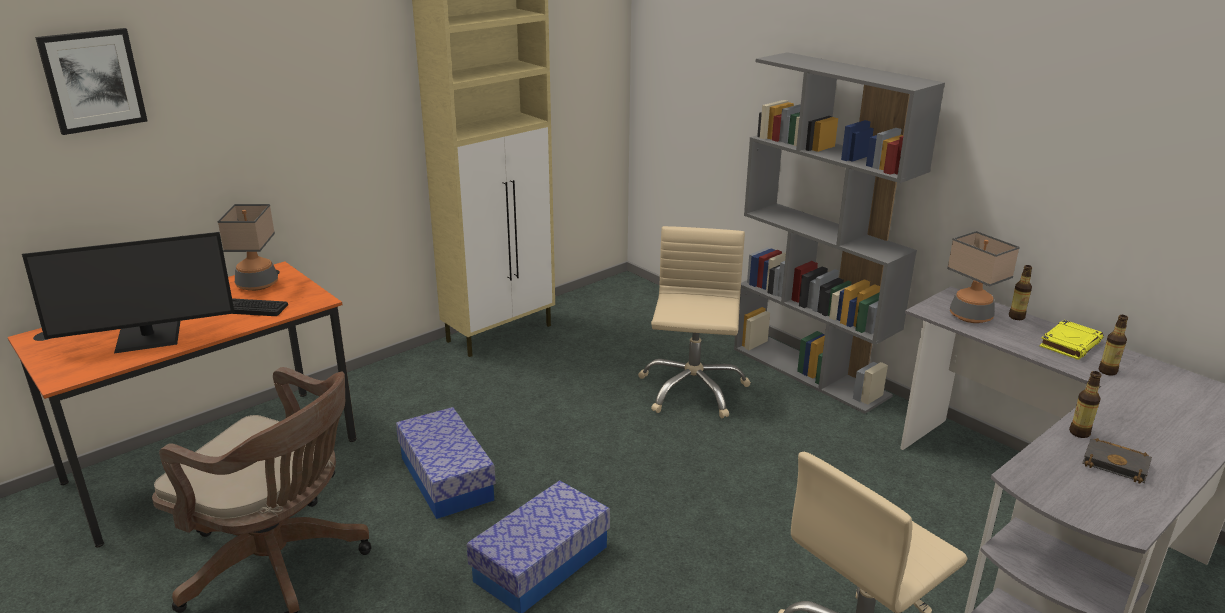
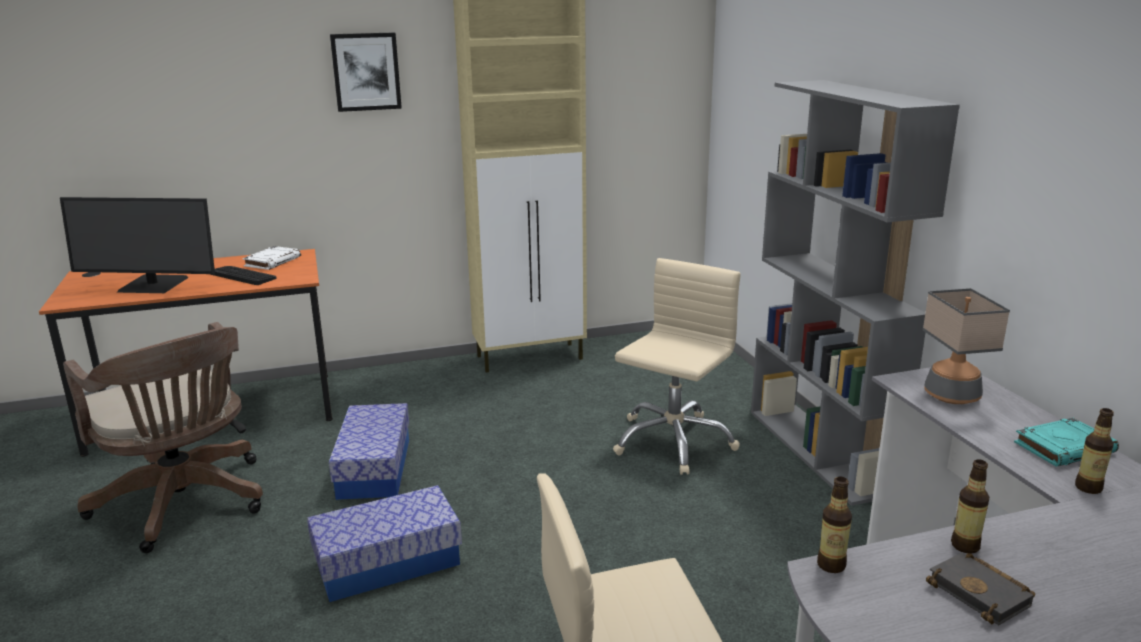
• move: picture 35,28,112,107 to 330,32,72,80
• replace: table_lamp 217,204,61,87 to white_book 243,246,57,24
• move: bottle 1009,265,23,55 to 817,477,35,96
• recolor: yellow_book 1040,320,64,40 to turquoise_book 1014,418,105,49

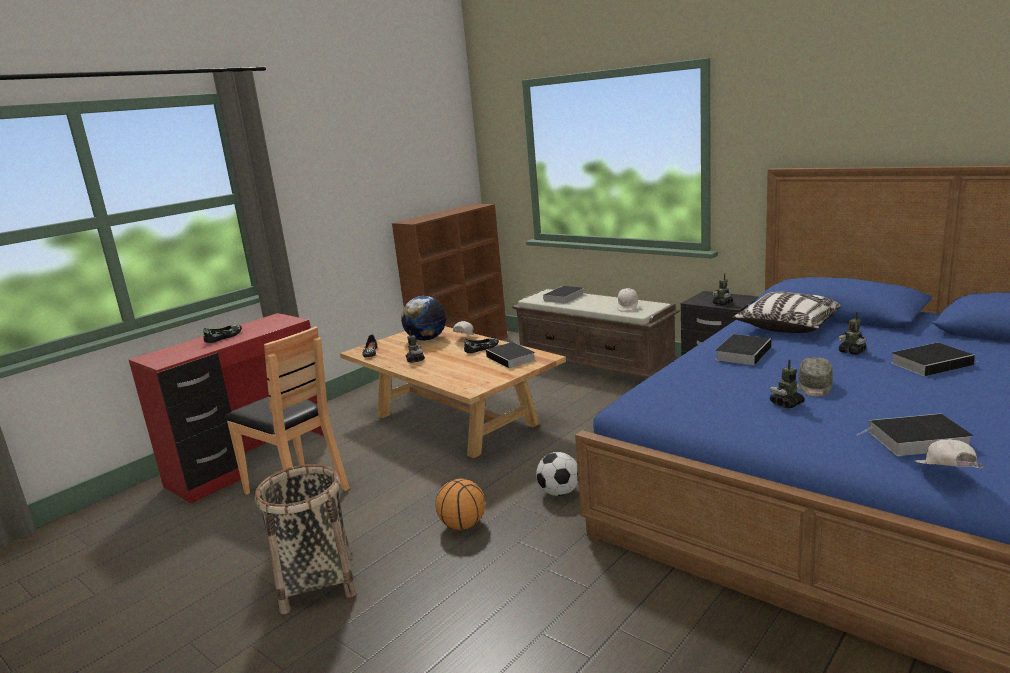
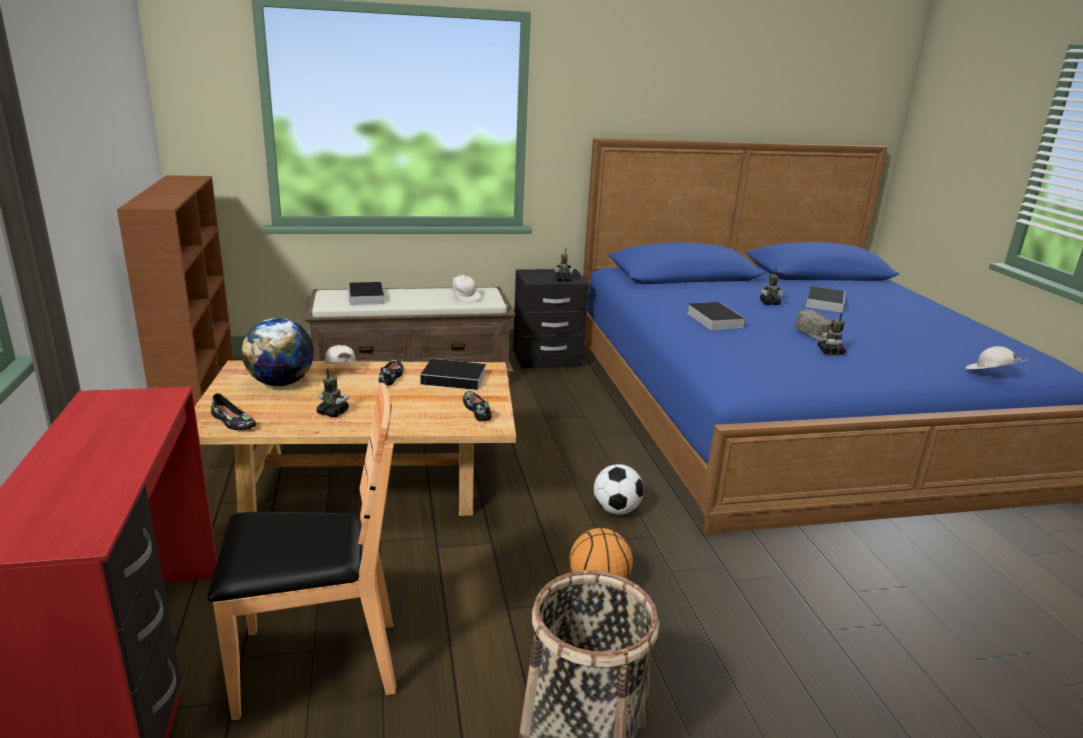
• delete: pillow 733,292,107,41
• move: black_shoe 203,325,39,18 to 463,391,29,30
• delete: book 856,413,117,43

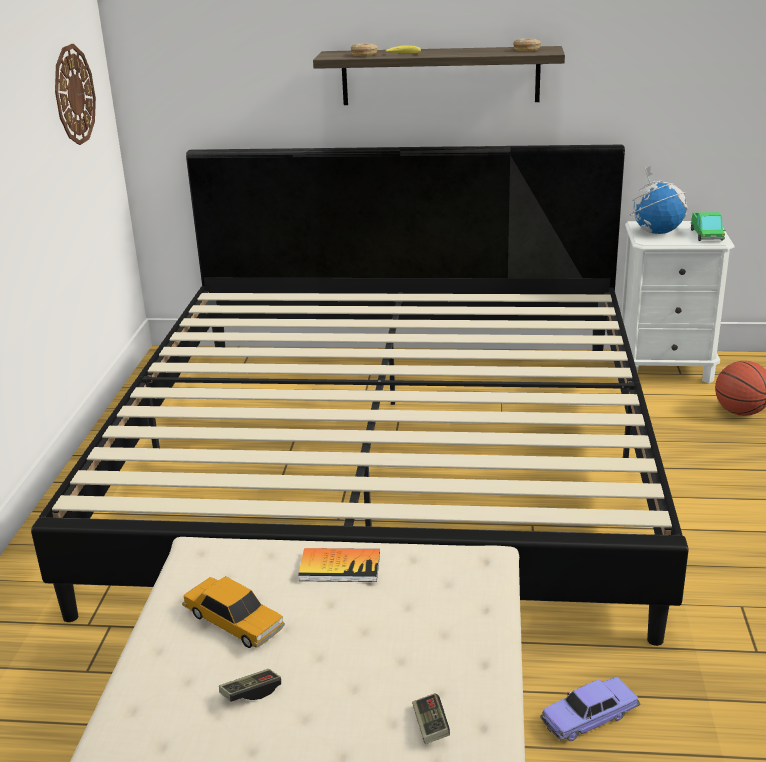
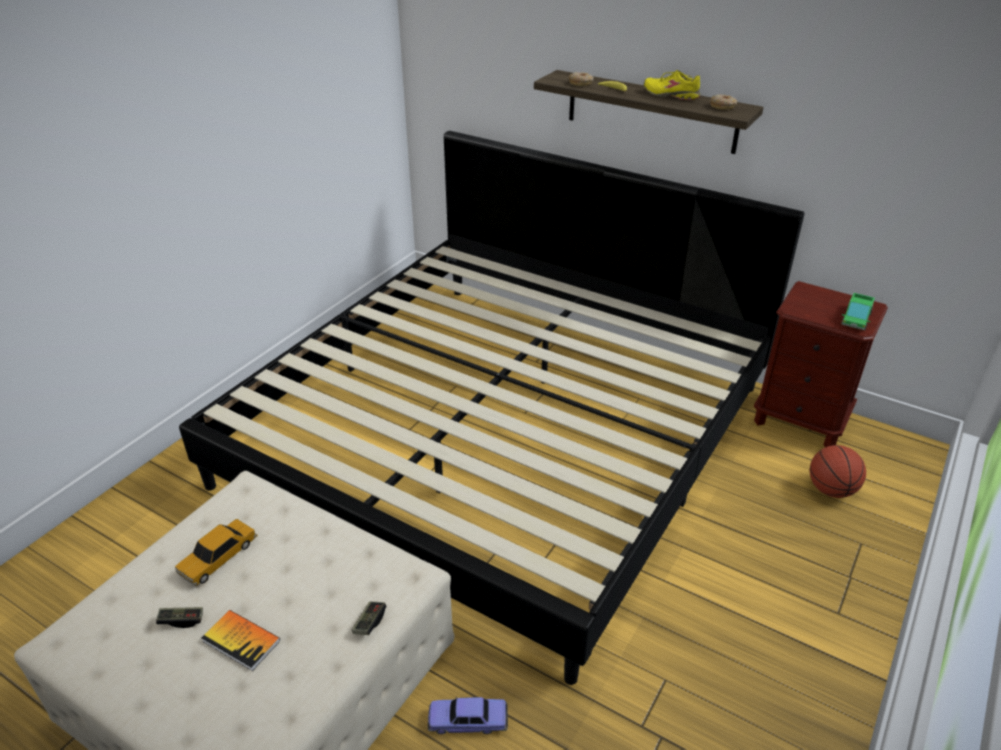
• delete: wall_clock 55,44,41,101
• delete: globe 630,166,57,69
• recolor: white_nightstand 621,221,114,162 to brown_nightstand 754,281,134,166
• move: book 298,548,82,34 to 202,610,78,61
• rotate: toy_car 182,576,103,72 = 175,519,83,67 60 degrees clockwise
• move: game_controller 412,693,38,51 to 352,602,34,33
• insert: yellow_shoe 644,70,56,30

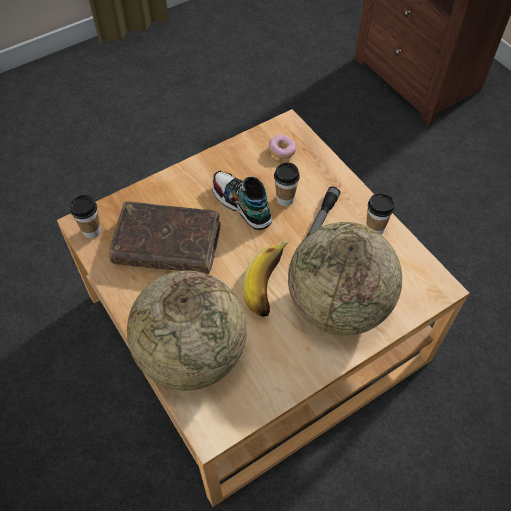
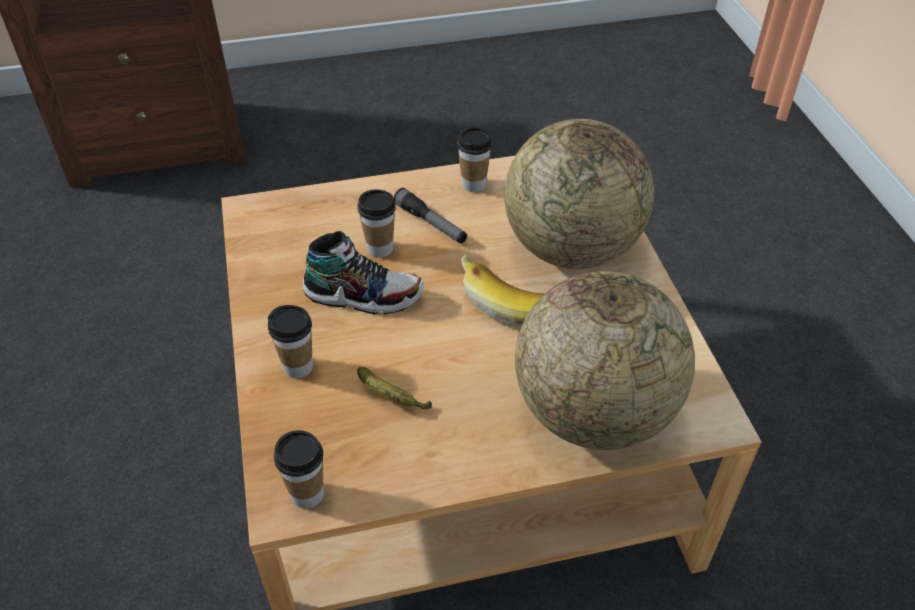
• delete: donut 269,135,27,24
• rotate: shoe 212,170,60,60 = 303,231,121,84 150 degrees counterclockwise
• replace: brown_book 109,202,112,72 to banana 357,367,75,42
• insert: cup 268,305,45,73

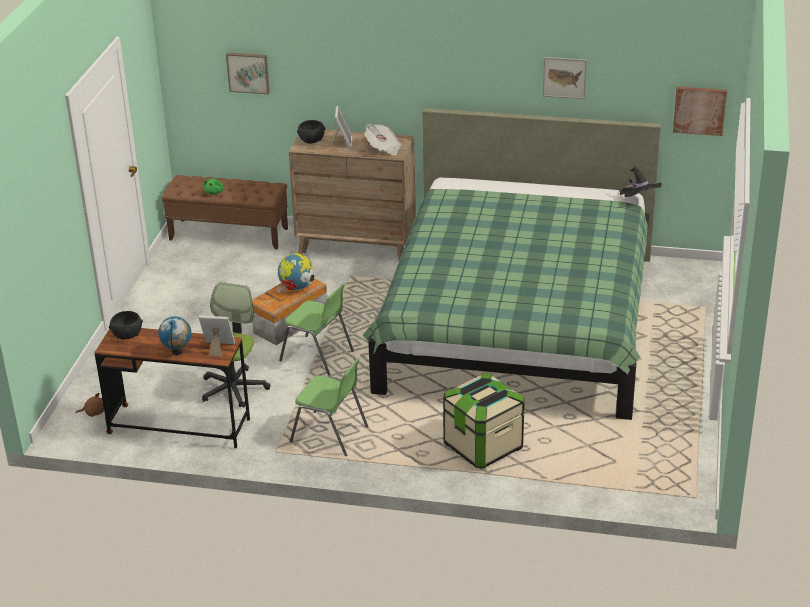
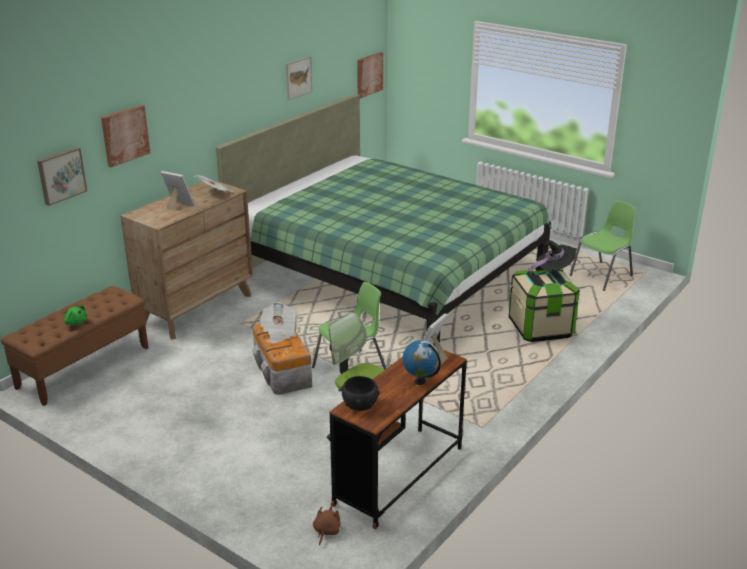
• delete: black_bowl 297,120,29,23
• move: black_hat 619,167,43,30 to 528,240,49,34
• replace: globe 278,253,36,37 to newspaper 260,302,38,41
• move: green_chair 290,358,79,98 to 570,201,66,90
• insert: picture 101,105,50,62

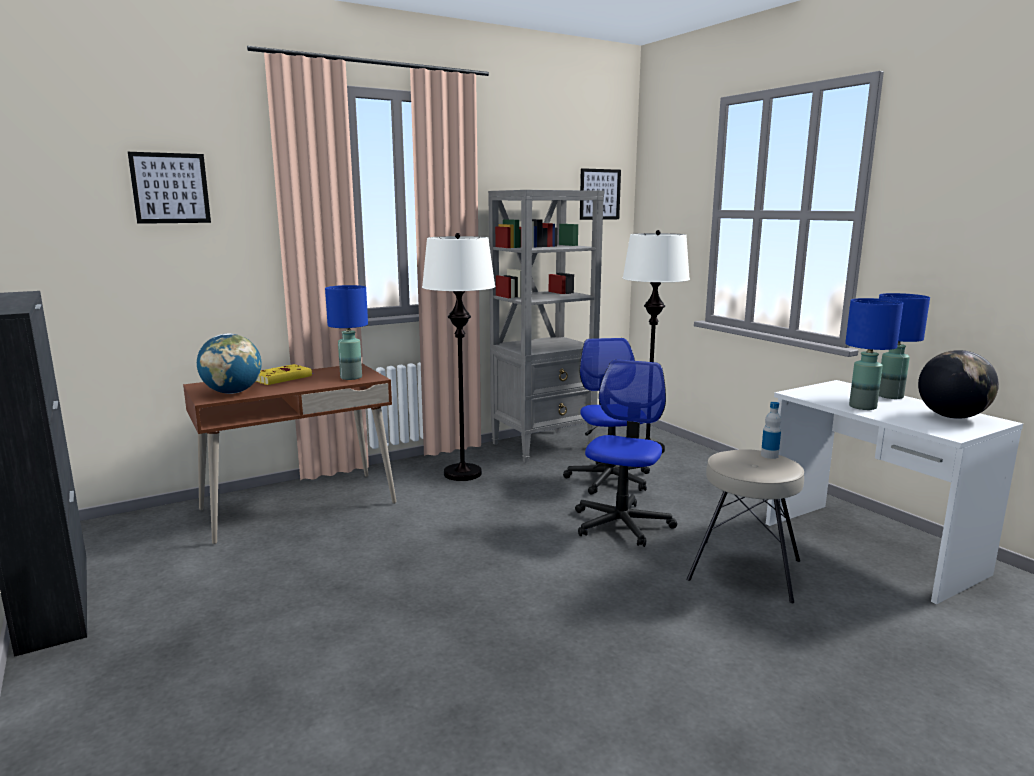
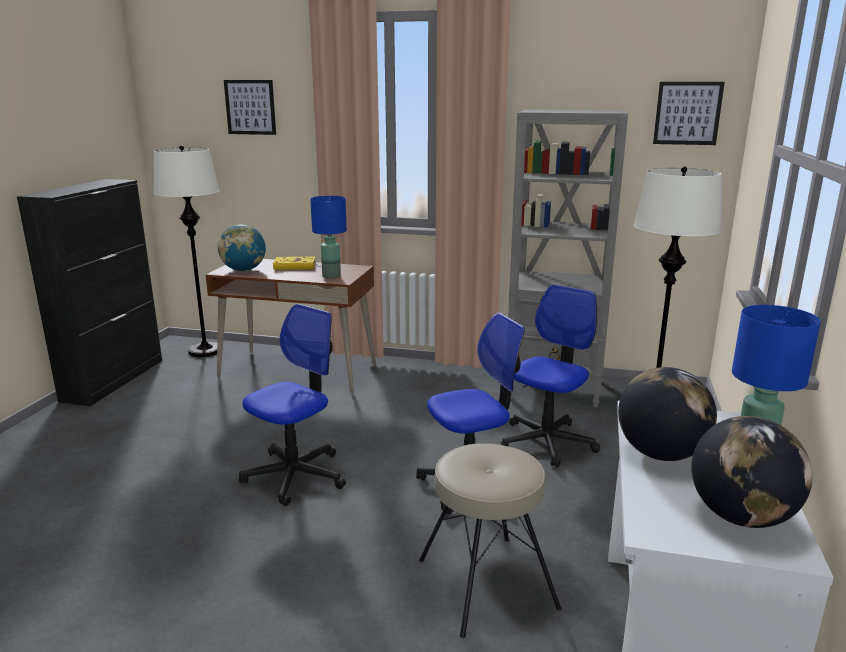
• move: white_floor_lamp 422,233,74,248 to 153,146,66,211
• replace: blue_table_lamp 845,298,58,112 to globe 618,367,99,94
• delete: bottle 761,402,20,57
• insert: office_chair 239,304,107,202

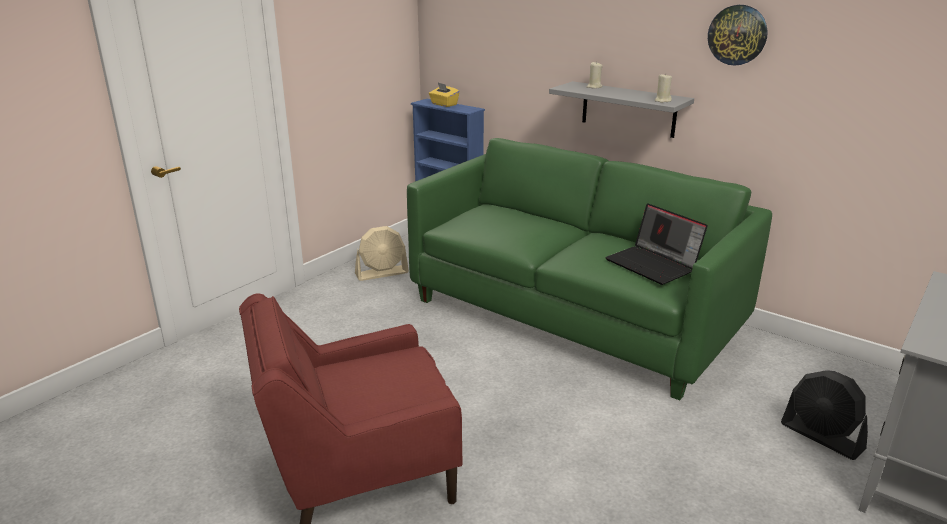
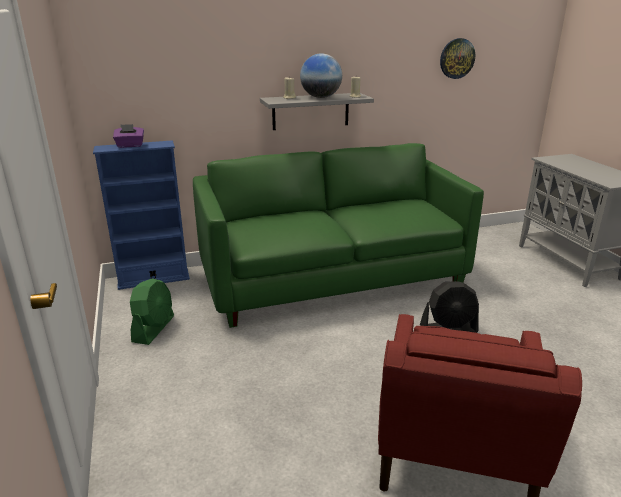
• move: wall_clock 708,5,60,61 to 440,38,35,41
• recolor: yellow_tissue_box 429,83,30,24 to purple_tissue_box 113,124,31,24
• delete: laptop 605,203,103,82
• recolor: beige_fan 355,226,54,55 to green_fan 130,278,44,67
• move: black_fan 781,370,87,90 to 420,281,59,52
• insert: globe 300,53,42,45

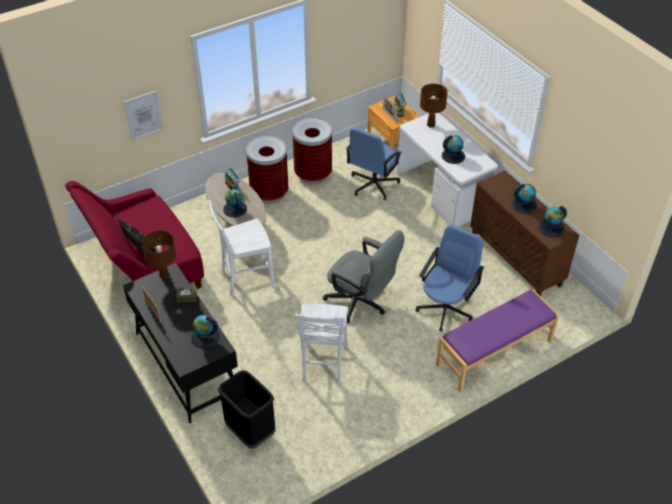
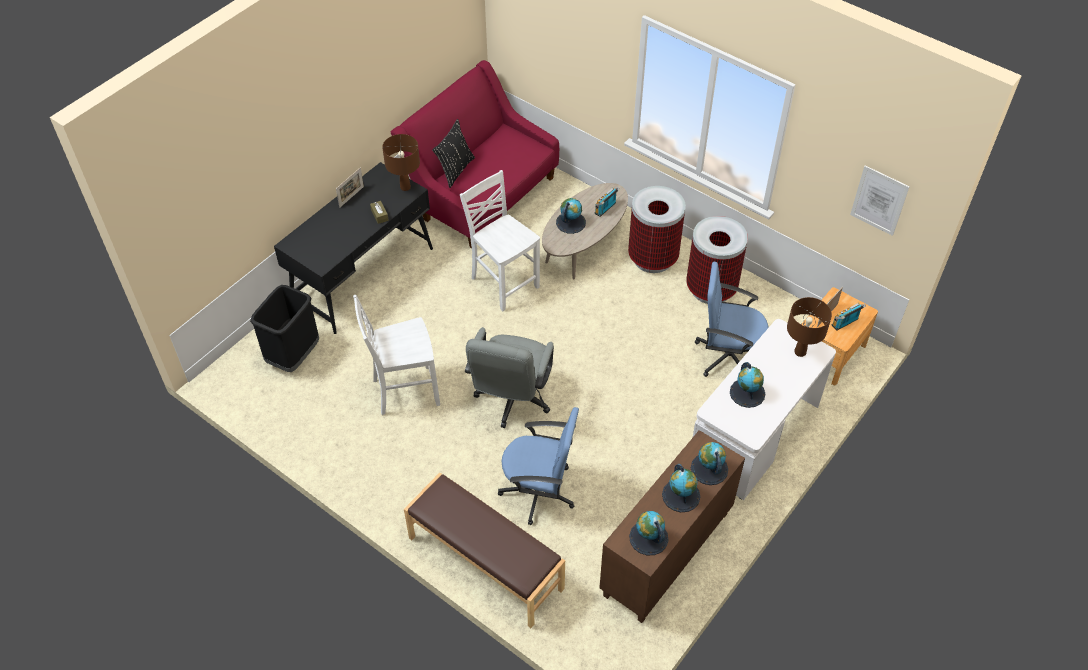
• move: picture 123,90,41,52 to 850,165,60,71
• recolor: purple_bench 436,290,123,103 to brown_bench 404,473,161,155
• move: globe 191,315,29,34 to 691,442,37,43

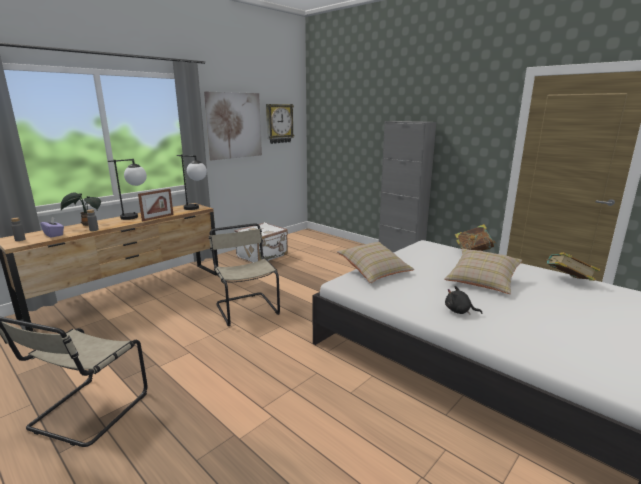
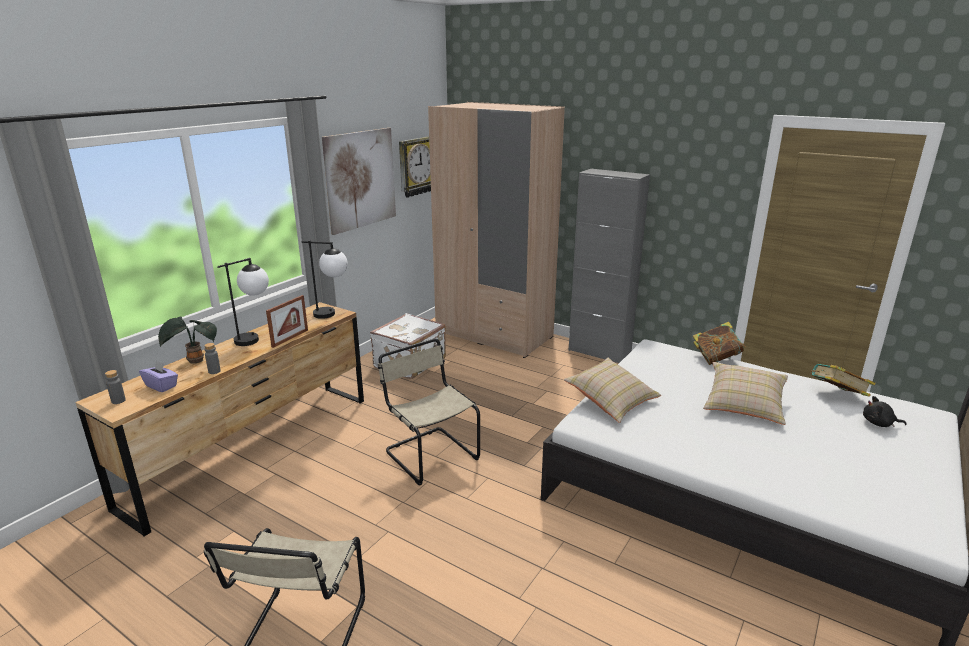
• move: black_plush_toy 445,286,38,29 to 863,396,44,31
• insert: beige_wardrobe 428,102,137,256

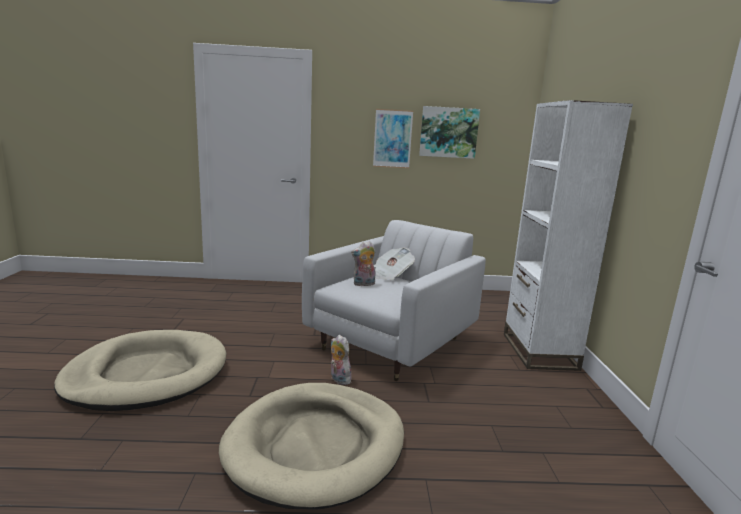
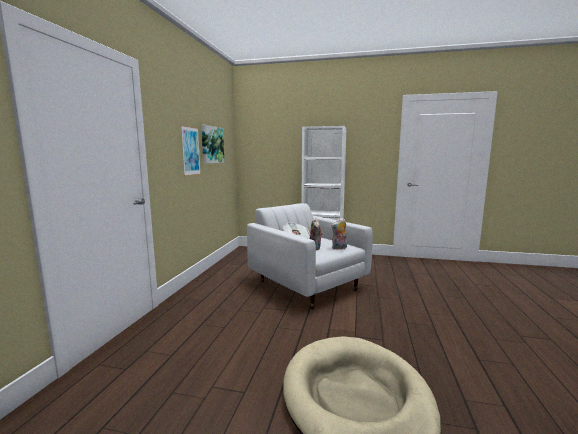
• move: plush_toy 331,335,20,50 to 331,218,16,31
• delete: beige_dog_bed 219,383,185,126

